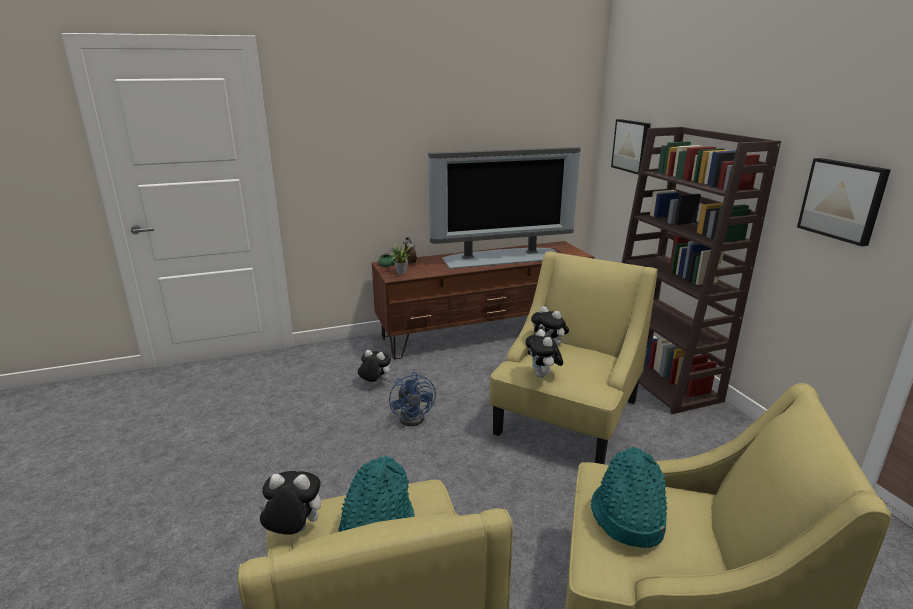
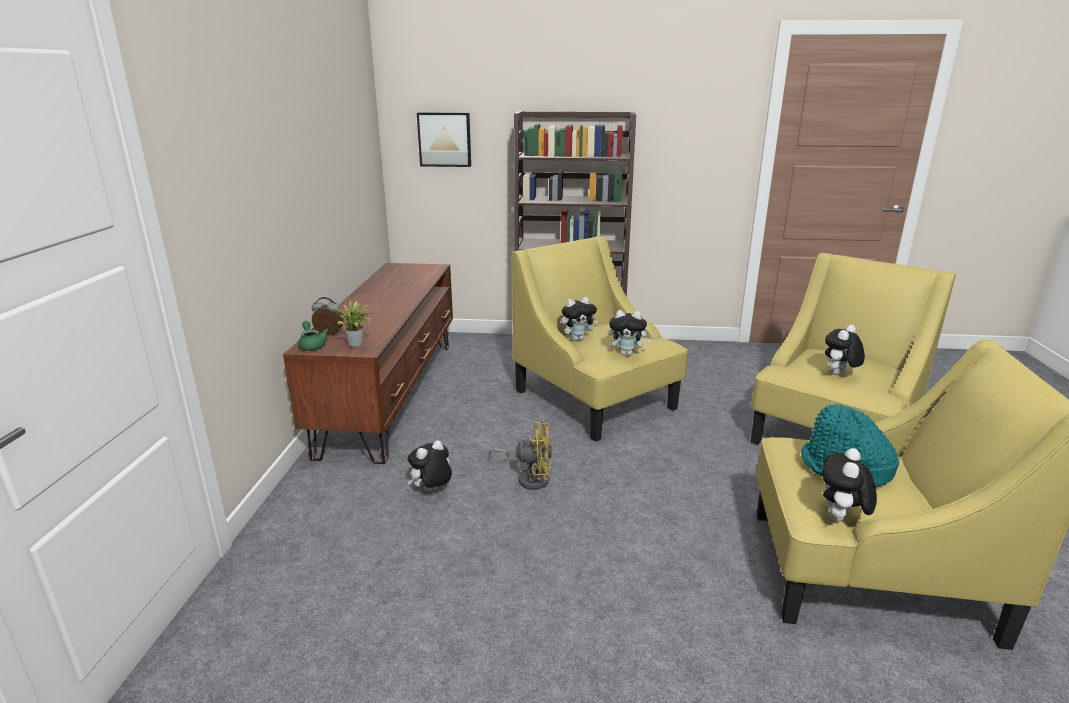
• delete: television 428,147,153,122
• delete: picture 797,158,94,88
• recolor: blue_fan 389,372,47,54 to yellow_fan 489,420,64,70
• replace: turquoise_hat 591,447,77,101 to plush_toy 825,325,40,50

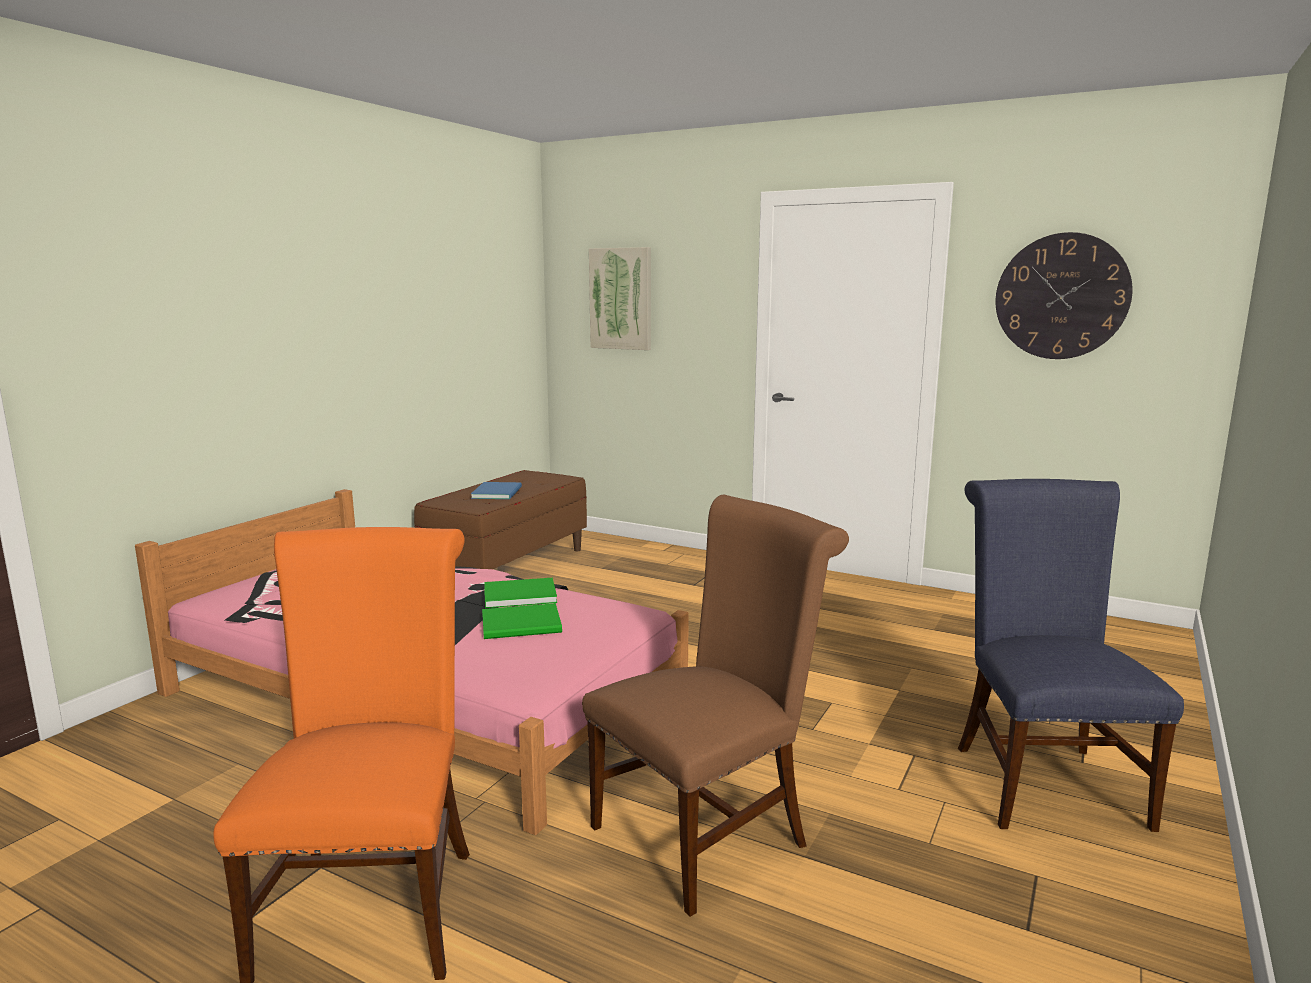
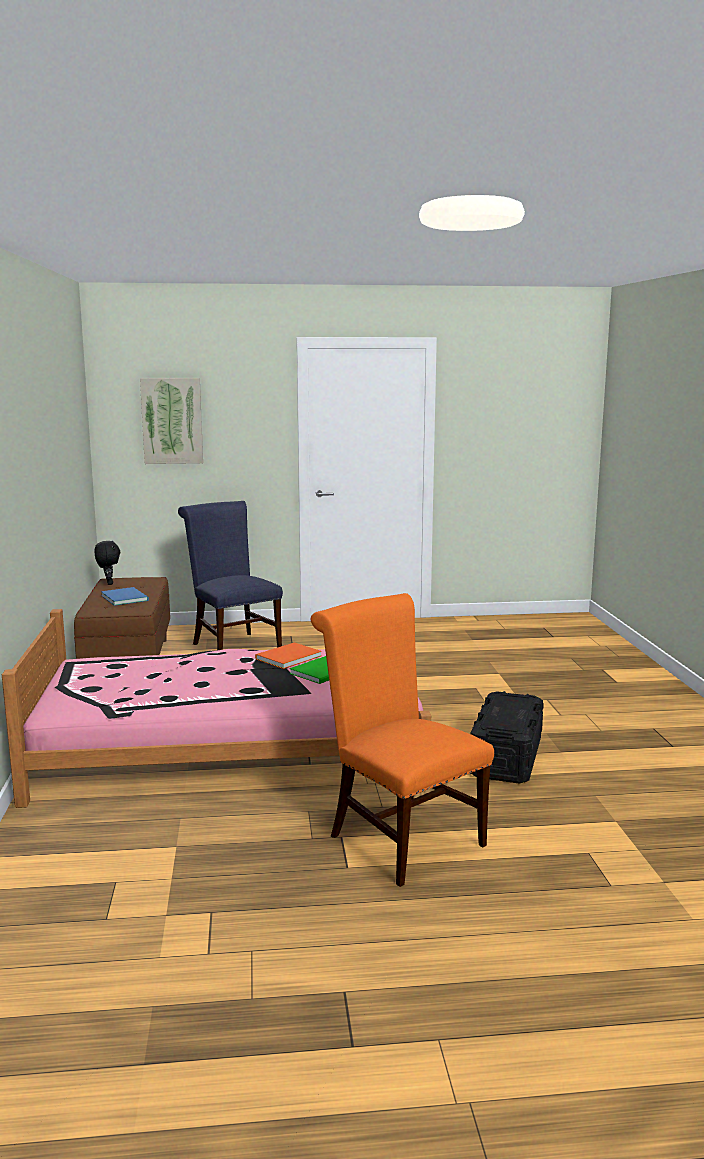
• delete: wall_clock 996,232,136,127
• move: blue_chair 958,479,226,353 to 178,501,105,149
• replace: brown_chair 582,495,267,422 to black_storage_box 471,691,73,93
• recolor: green_book 484,578,73,30 to orange_book 255,643,67,26
• insert: black_plush_toy 95,541,25,44

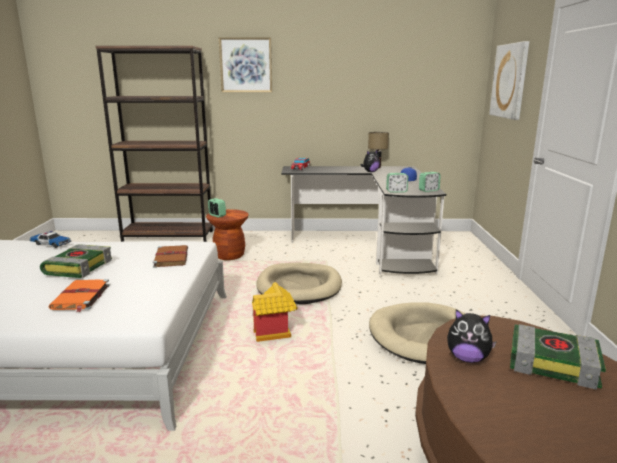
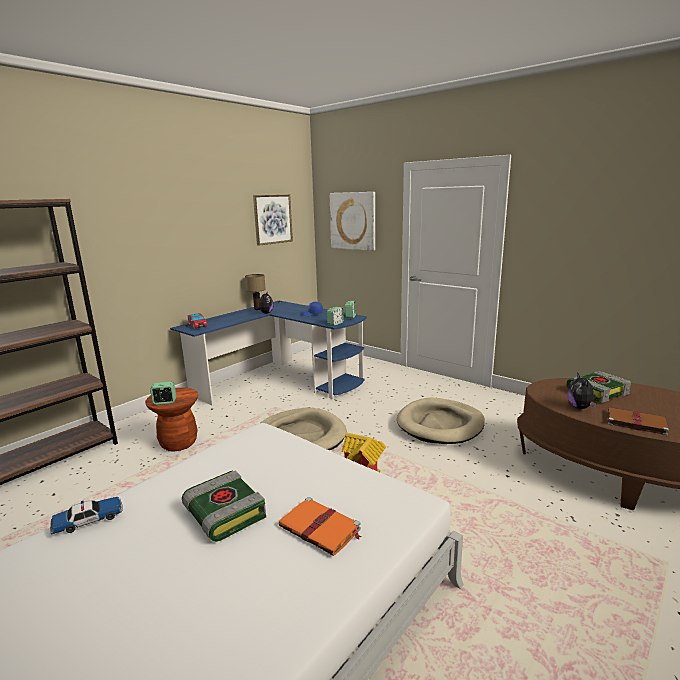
• move: picture 219,37,53,55 to 253,195,40,51
• recolor: black_desk 281,166,165,109 to blue_desk 170,301,197,104
• move: brown_book 153,245,35,23 to 604,407,65,29
• rotate: plush_toy 447,309,50,54 = 567,373,29,36 120 degrees clockwise

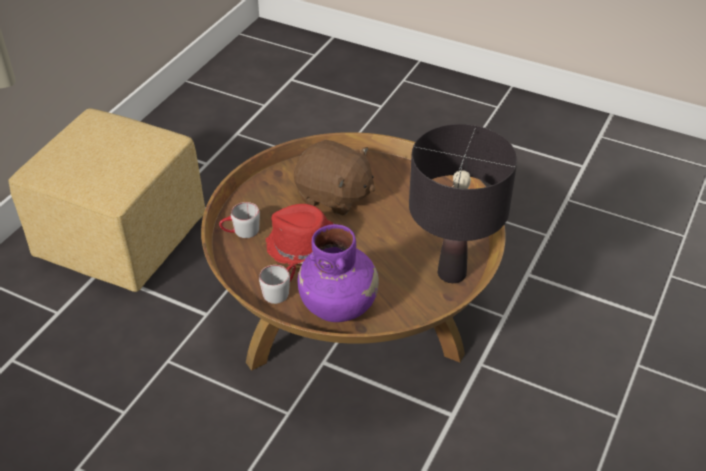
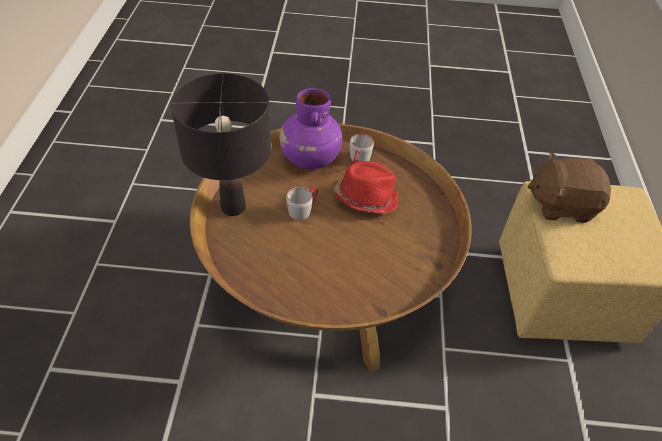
• move: brown_plush_toy 294,140,81,76 to 528,152,83,71
• move: grey_mug 219,202,41,36 to 286,187,32,33

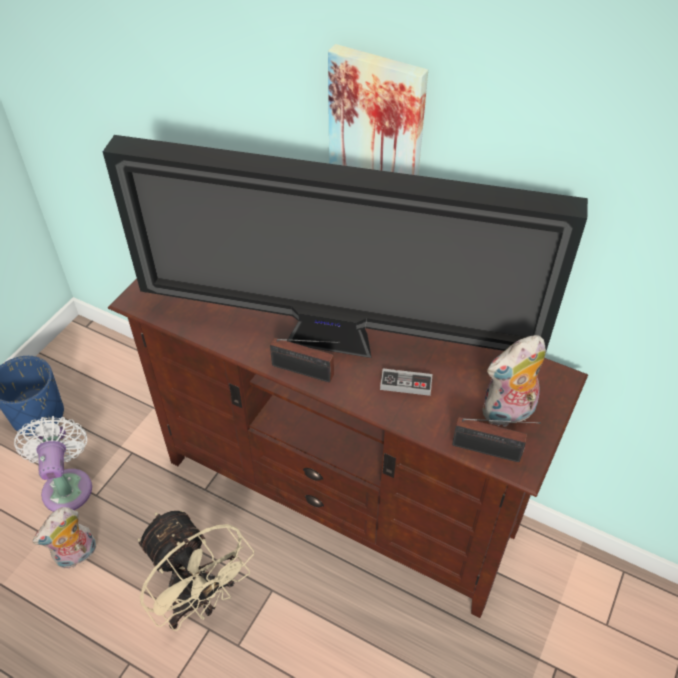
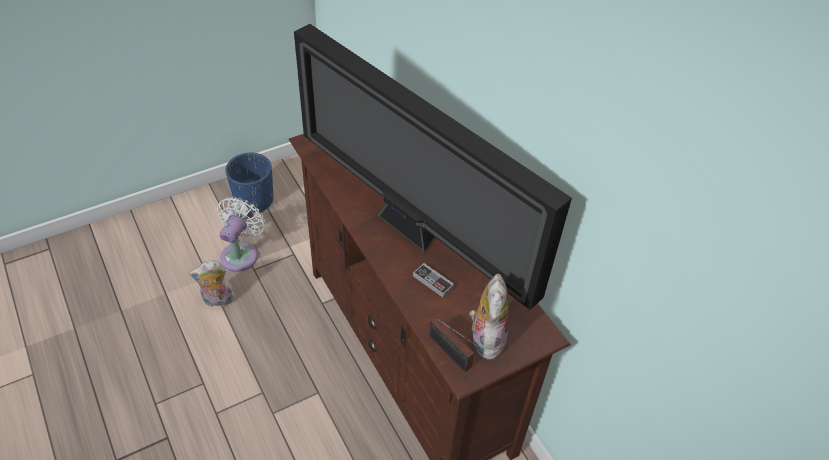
• delete: picture 328,44,100,132
• rotate: plush_toy 483,335,63,92 = 470,273,39,87 90 degrees clockwise
• delete: radio 270,338,70,45
• delete: beige_fan 138,510,116,121

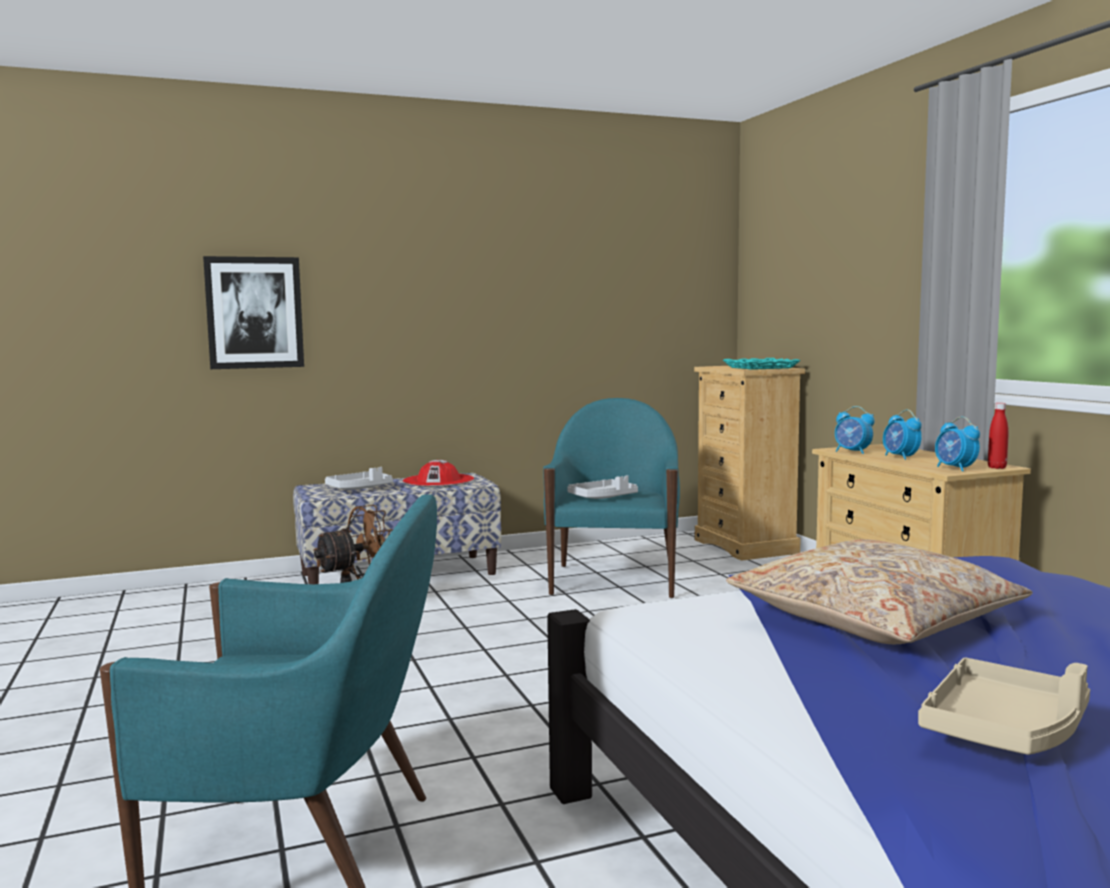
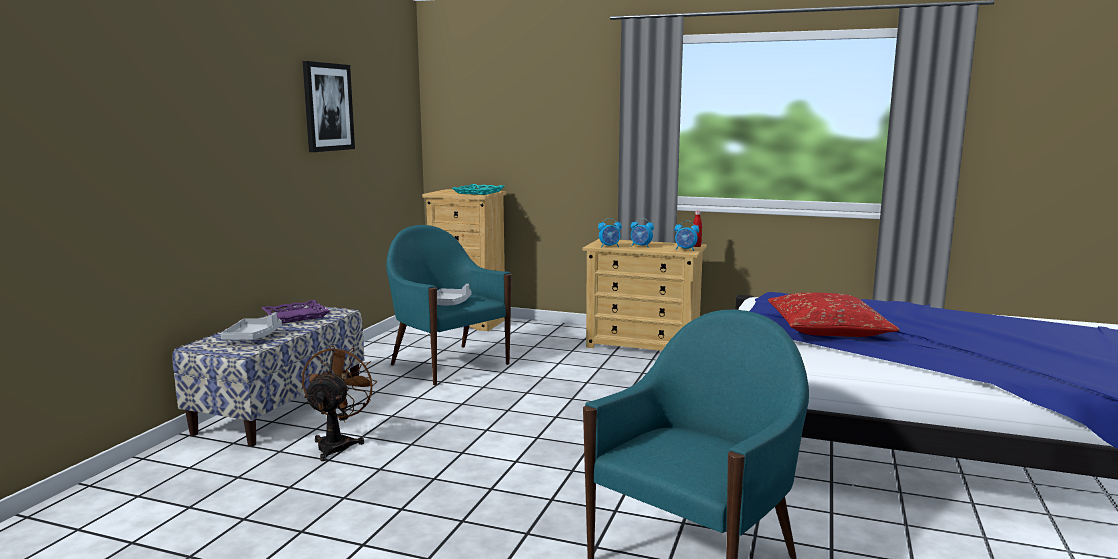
• move: picture 203,256,101,113 to 303,61,52,91
• replace: red_hat 403,460,71,27 to purple_tray 262,300,68,24
• recolor: beige_pillow 726,539,306,105 to red_pillow 768,293,132,44
• delete: beige_tray 918,658,172,97

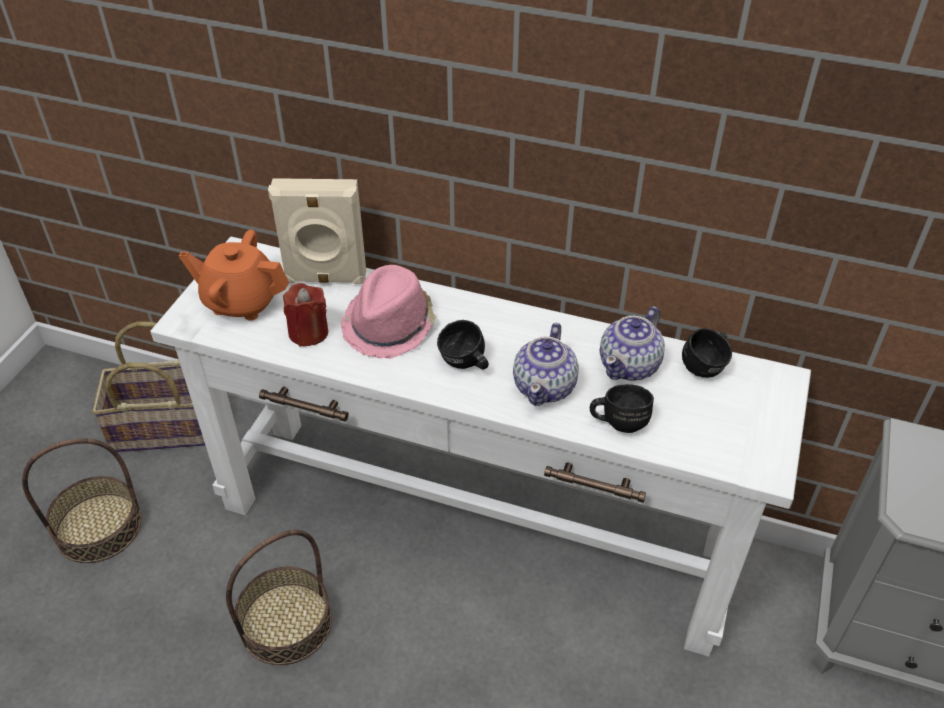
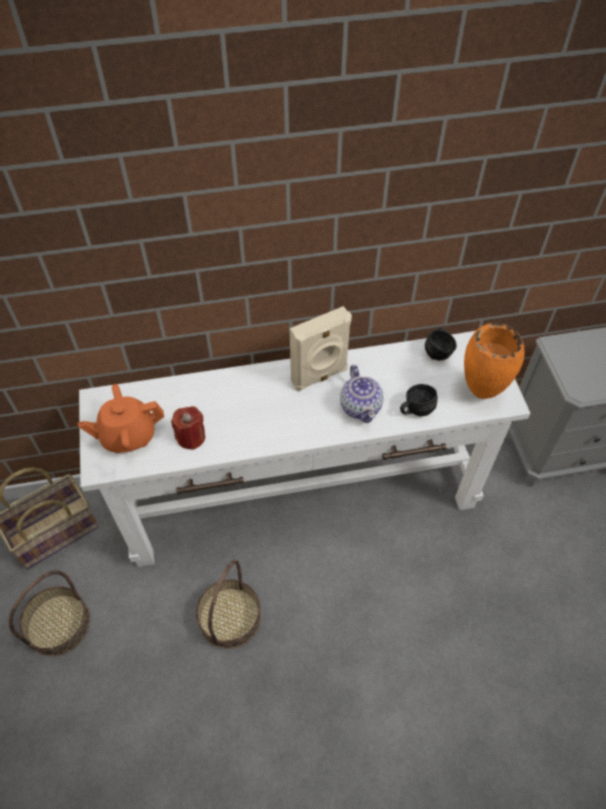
• move: beige_speaker 268,178,98,106 to 290,306,62,85
• delete: pink_hat 341,265,95,94
• delete: teapot 600,306,65,75
• delete: black_mug 437,320,52,50
• insert: orange_vase 464,323,61,76

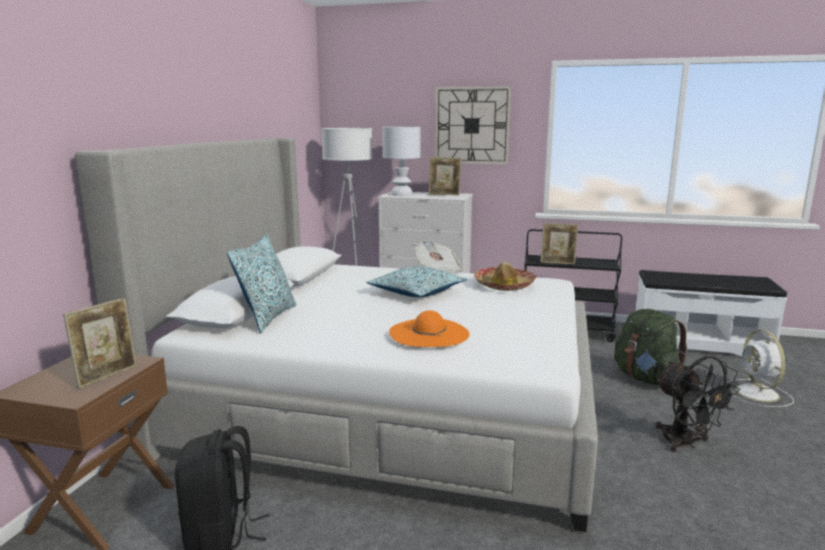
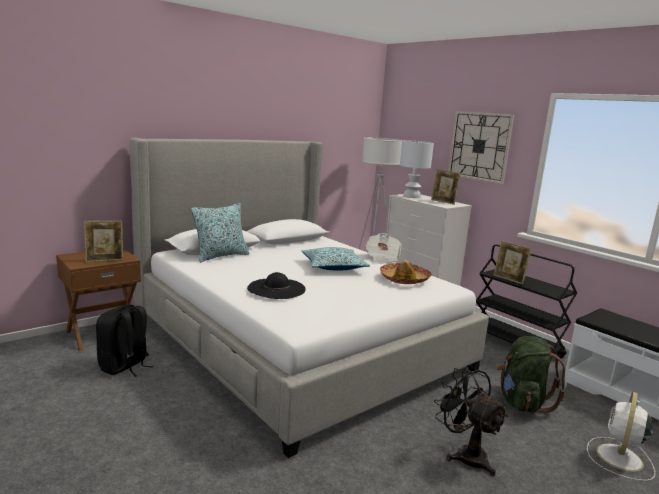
• recolor: orange_hat 389,310,80,37 to black_hat 247,272,59,27
• rotate: black_fan 655,356,85,96 = 434,365,74,111 135 degrees clockwise

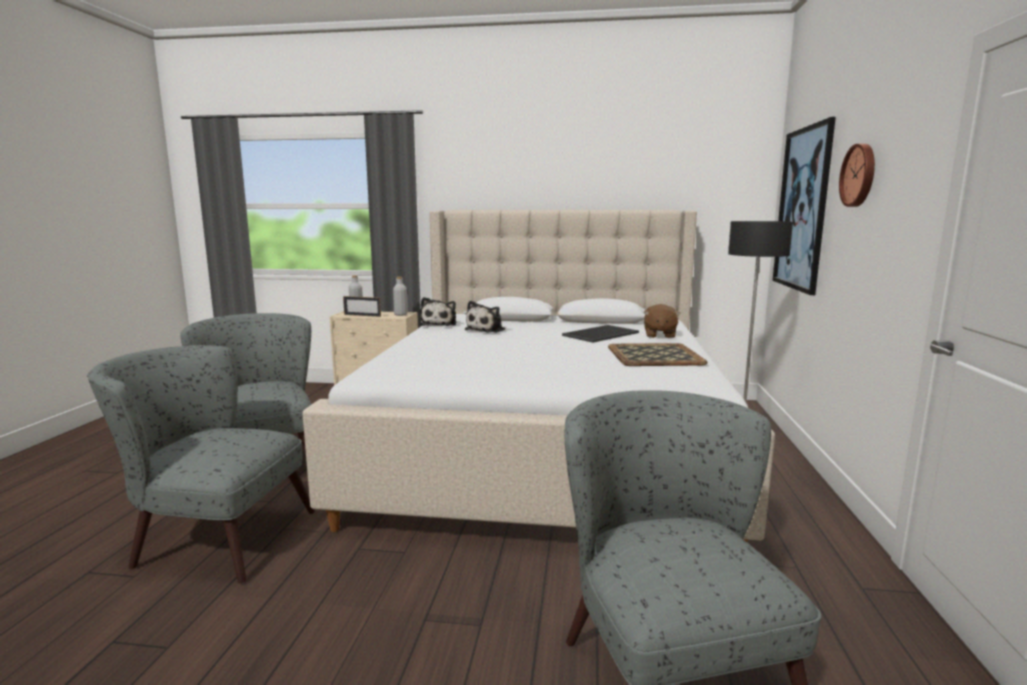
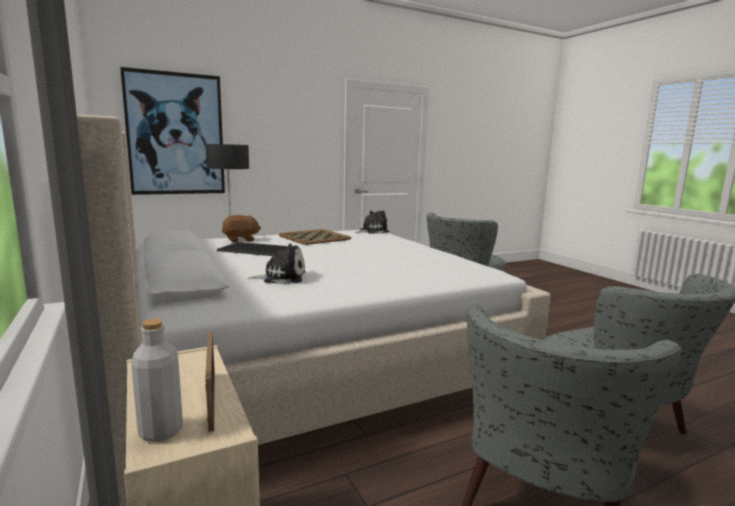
• delete: wall_clock 839,144,36,63
• delete: grey_bottle 393,277,15,39
• move: plush_toy 420,297,36,29 to 356,211,33,23

